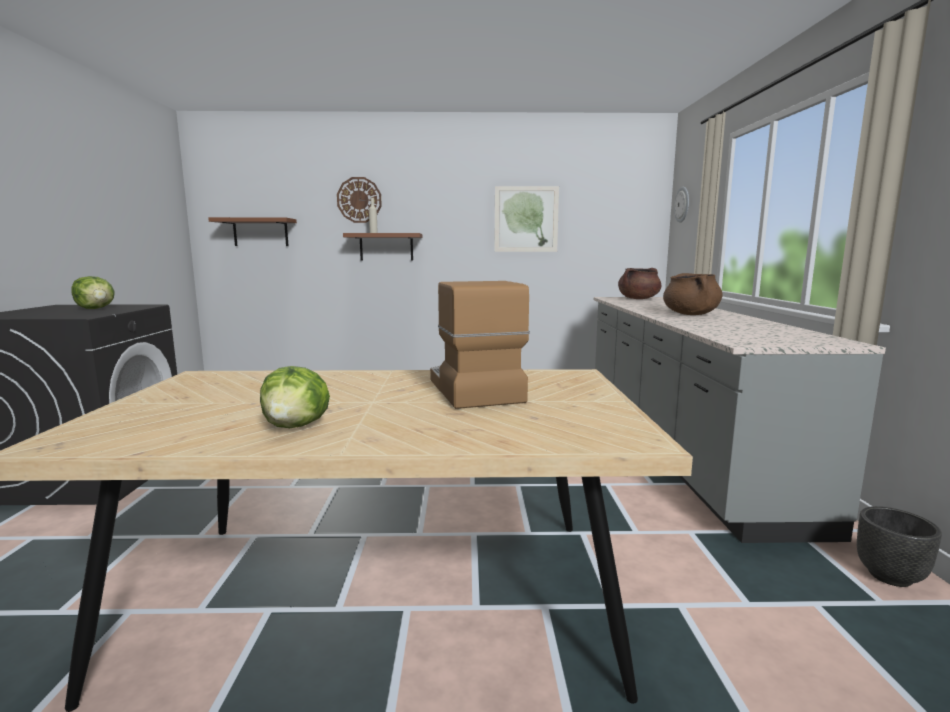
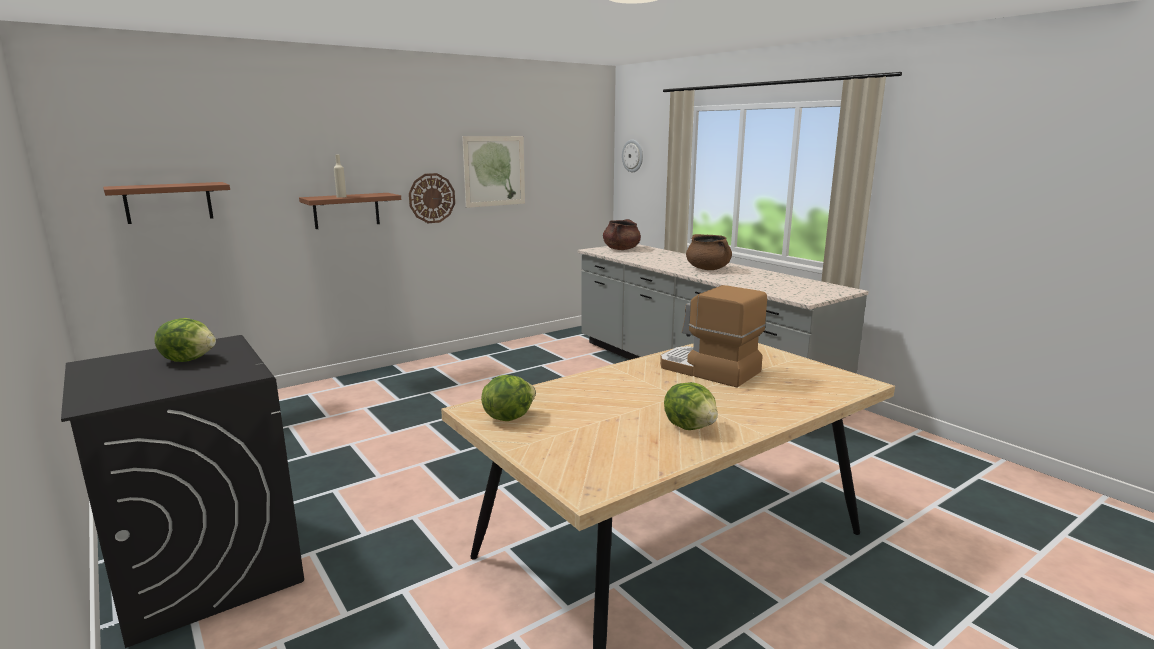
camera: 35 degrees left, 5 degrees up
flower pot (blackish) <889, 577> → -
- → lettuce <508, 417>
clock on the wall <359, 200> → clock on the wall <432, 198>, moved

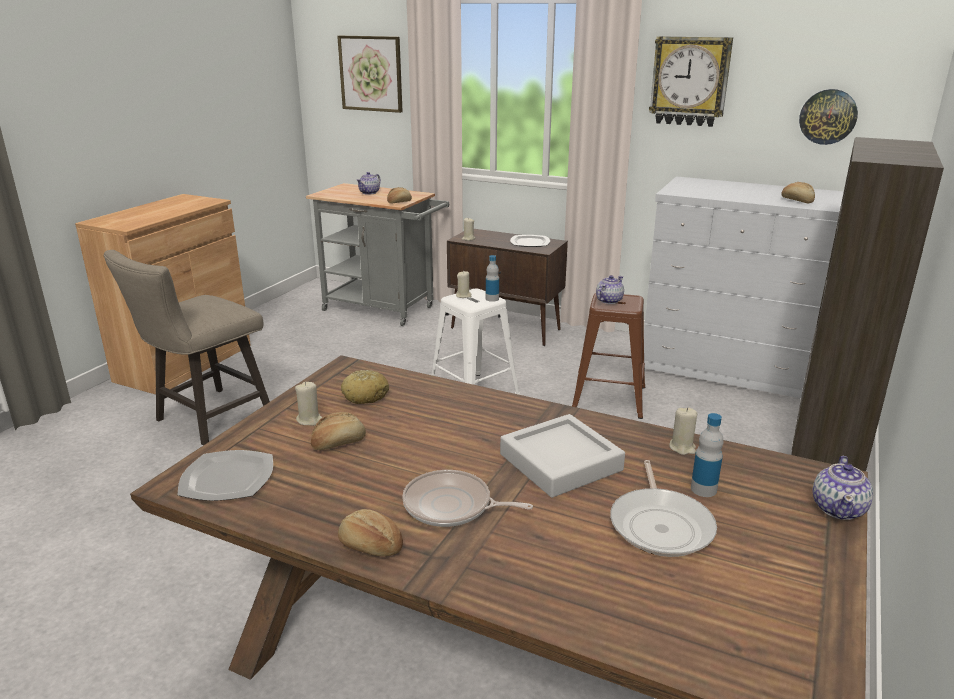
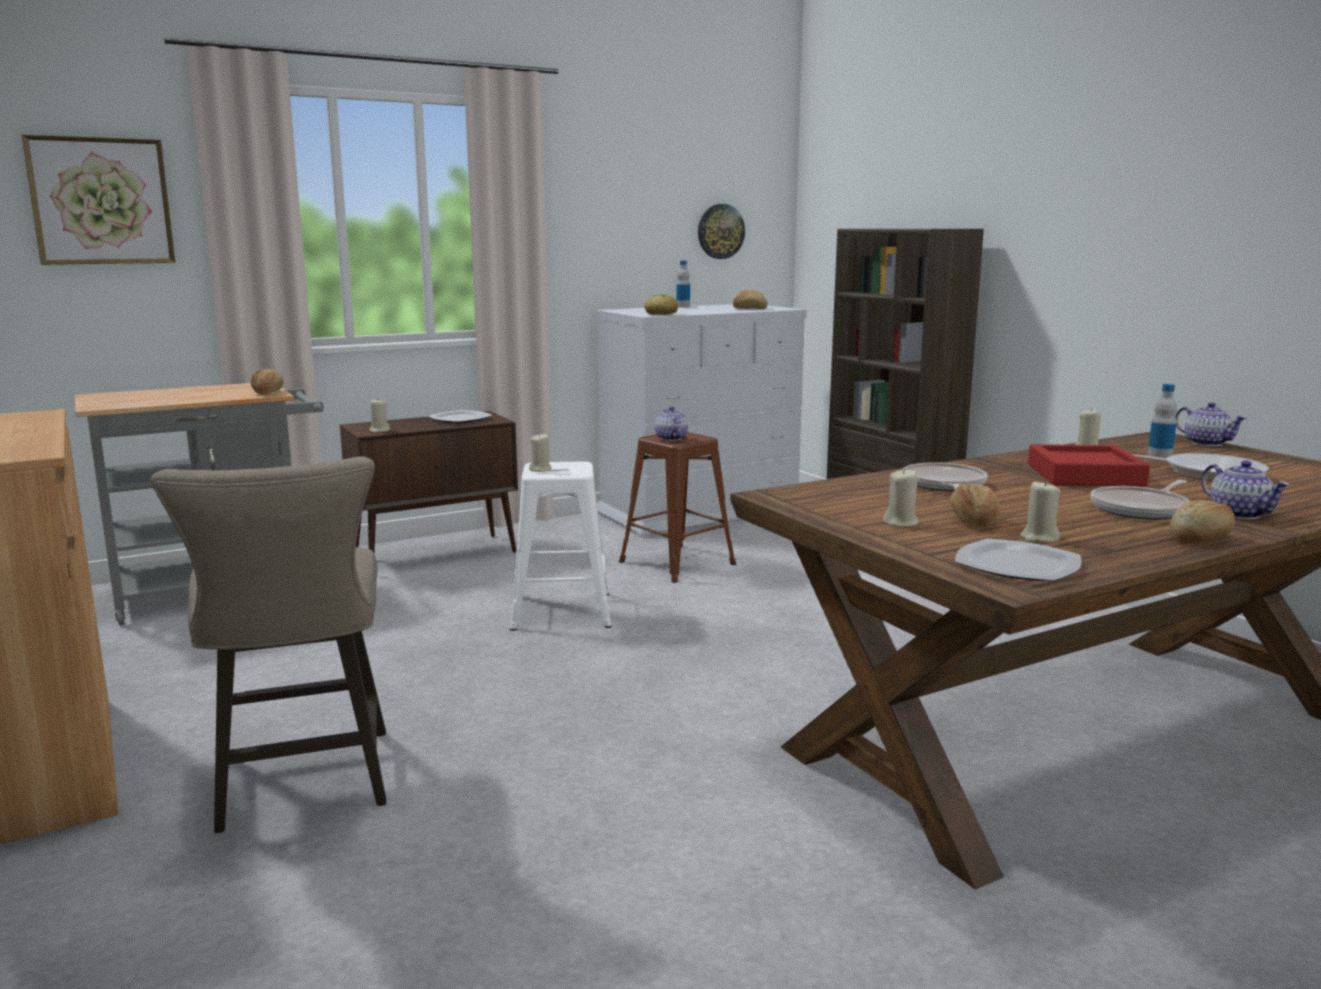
camera: 55 degrees left, 10 degrees down
clock on the wall <689, 81> → -
- → skillet <943, 485>
- → wax candle (sand-coloured) <1039, 538>
bread <365, 396> → bread <660, 313>, moved
teapot <369, 192> → teapot <1239, 514>, moved
bottle <492, 299> → bottle <683, 307>, moved
carrying tray (greyish) <560, 462> → carrying tray (reddish) <1085, 475>

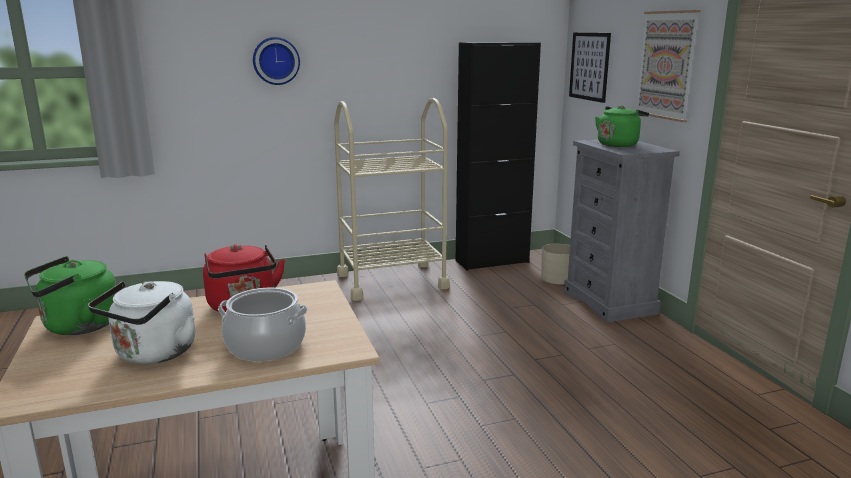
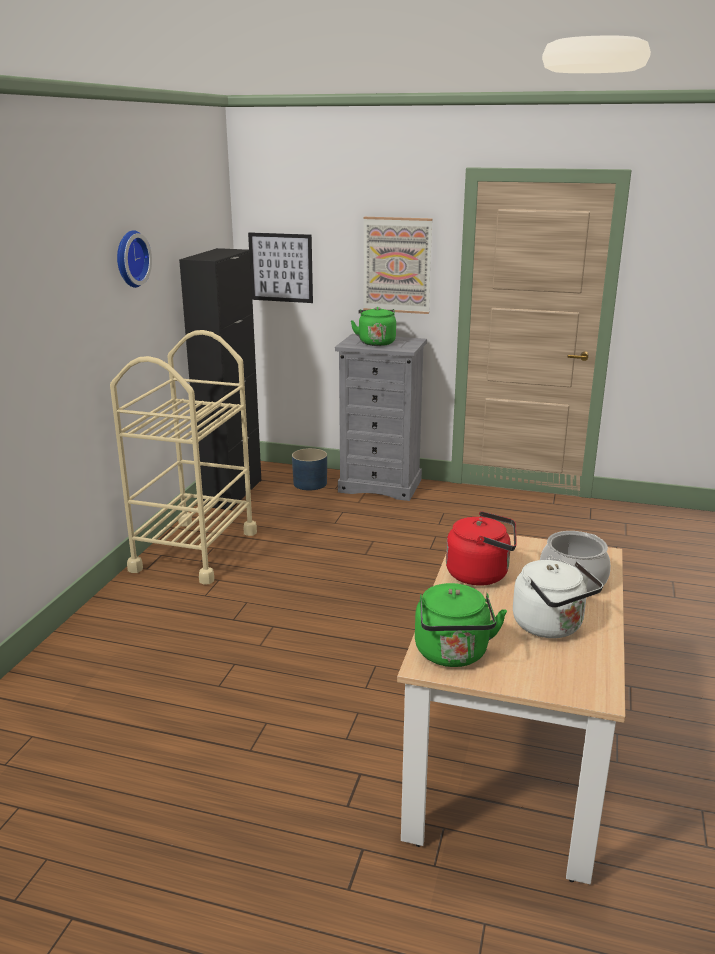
camera: 55 degrees left, 5 degrees up
clock on the wall <276, 61> → clock on the wall <129, 259>, moved
flower pot (sand-coloured) <558, 278> → flower pot (blue) <310, 483>

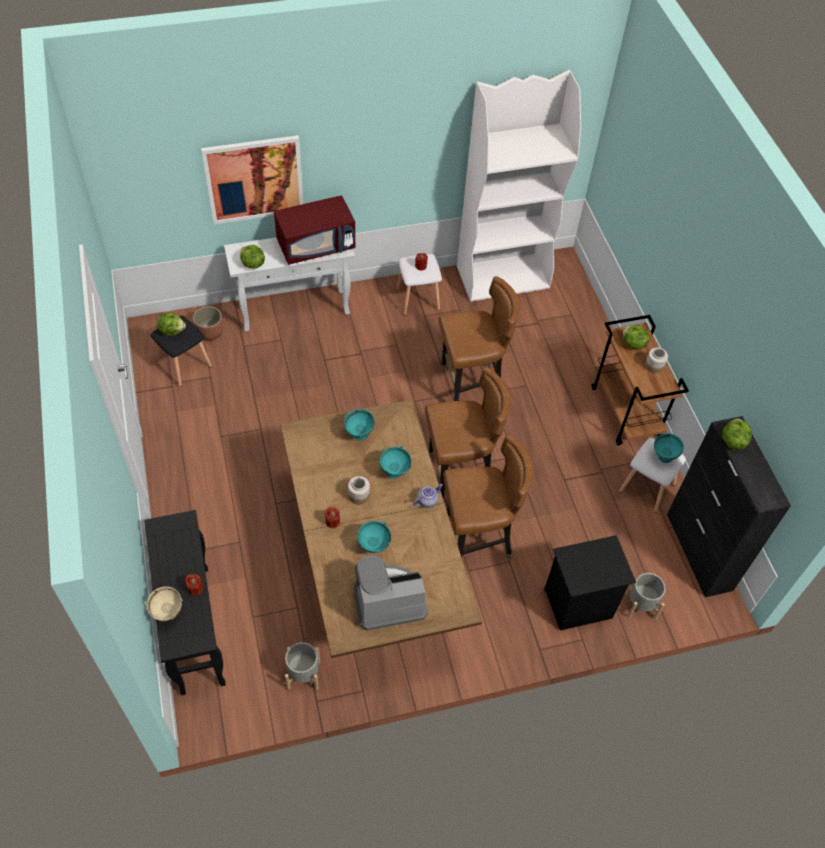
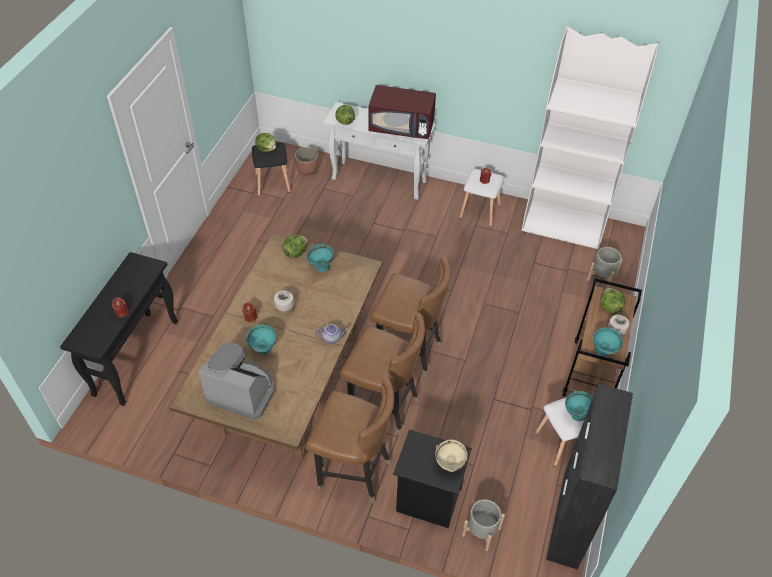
camera: 35 degrees right, 5 degrees down
wall picture <254, 179> → -
serving bowl (sand-coloured) <169, 614> → serving bowl (sand-coloured) <450, 466>, moved
flower pot (greyish) <303, 674> → flower pot (greyish) <601, 277>, moved
serving bowl (turquoise-coloured) <395, 473> → serving bowl (turquoise-coloured) <603, 352>, moved
plain chair (brown) <470, 386> → plain chair (brown) <354, 473>, moved
lettuce <732, 441> → lettuce <295, 252>, moved

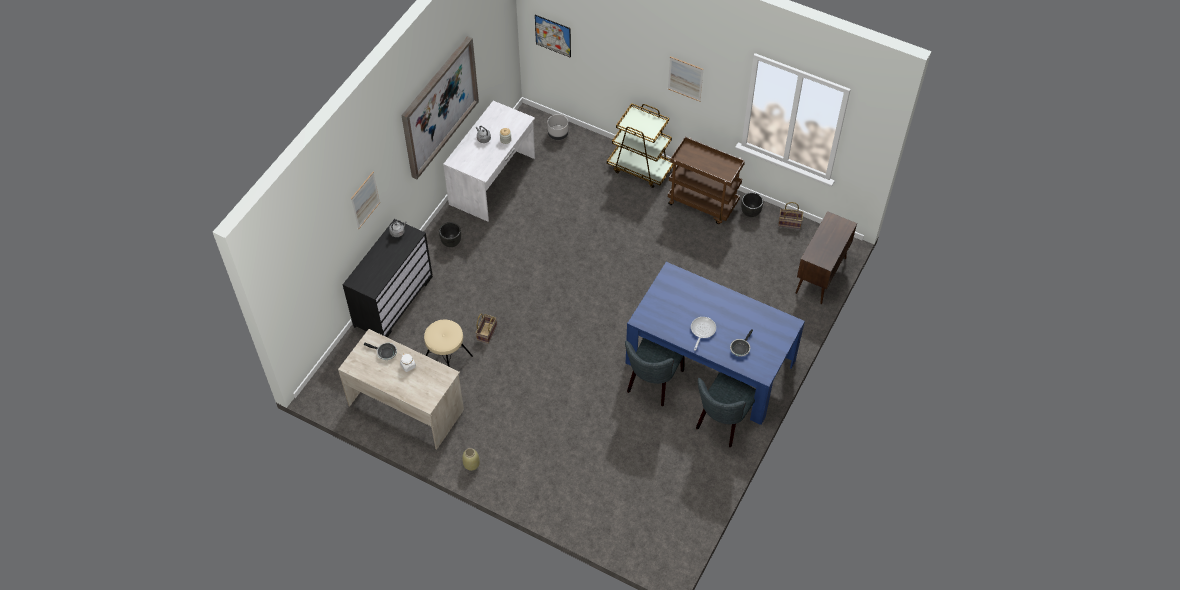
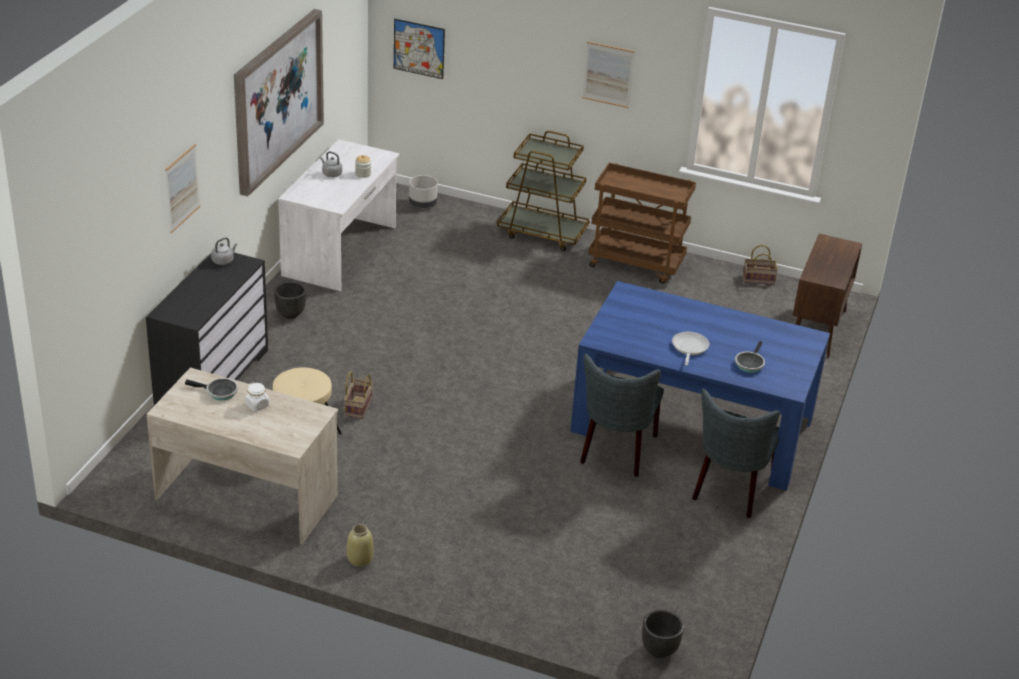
camera: 10 degrees left, 20 degrees down
flower pot (blackish) <751, 213> → flower pot (blackish) <659, 650>, moved

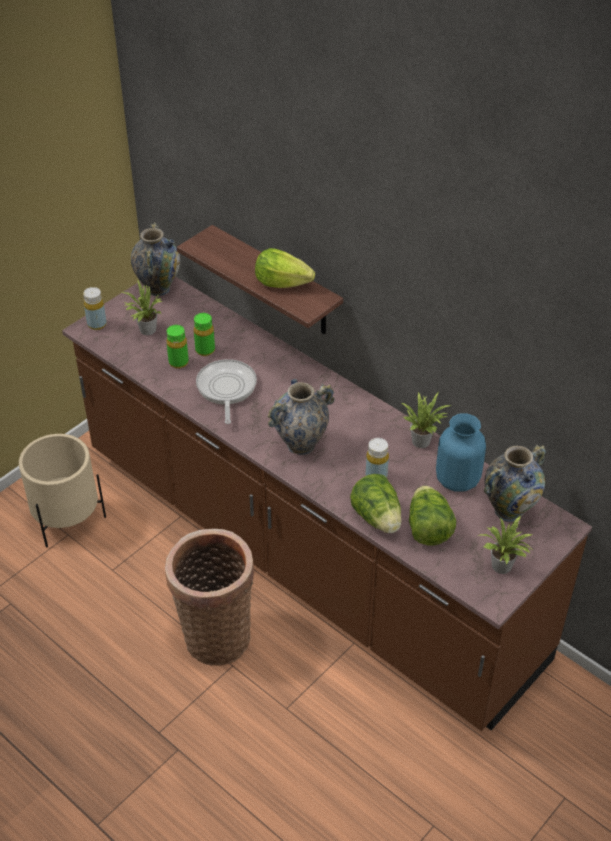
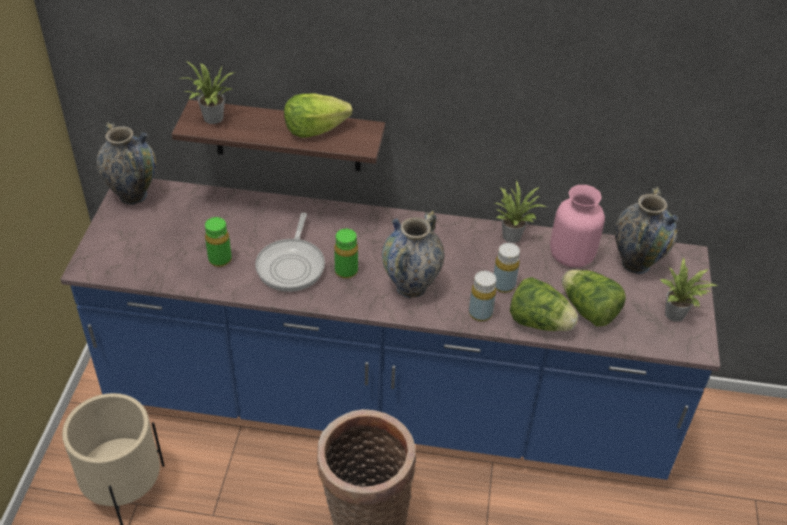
camera: 35 degrees left, 0 degrees up
bottle (yellow) <97, 324> → bottle (yellow) <480, 313>, moved
houseplant <145, 330> → houseplant <211, 119>, moved
bottle (green-coloured) <205, 350> → bottle (green-coloured) <346, 271>, moved
kitchen counter (brown) <305, 555> → kitchen counter (blue) <387, 404>
flower vase (blue) <457, 479> → flower vase (pinkish) <571, 255>
skillet <226, 389> → skillet <292, 265>, 135 degrees counterclockwise

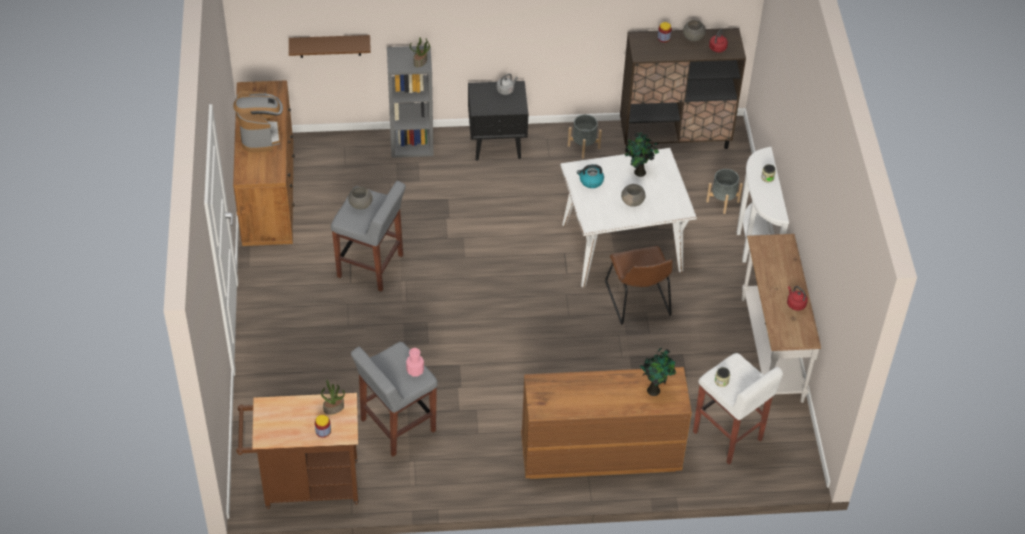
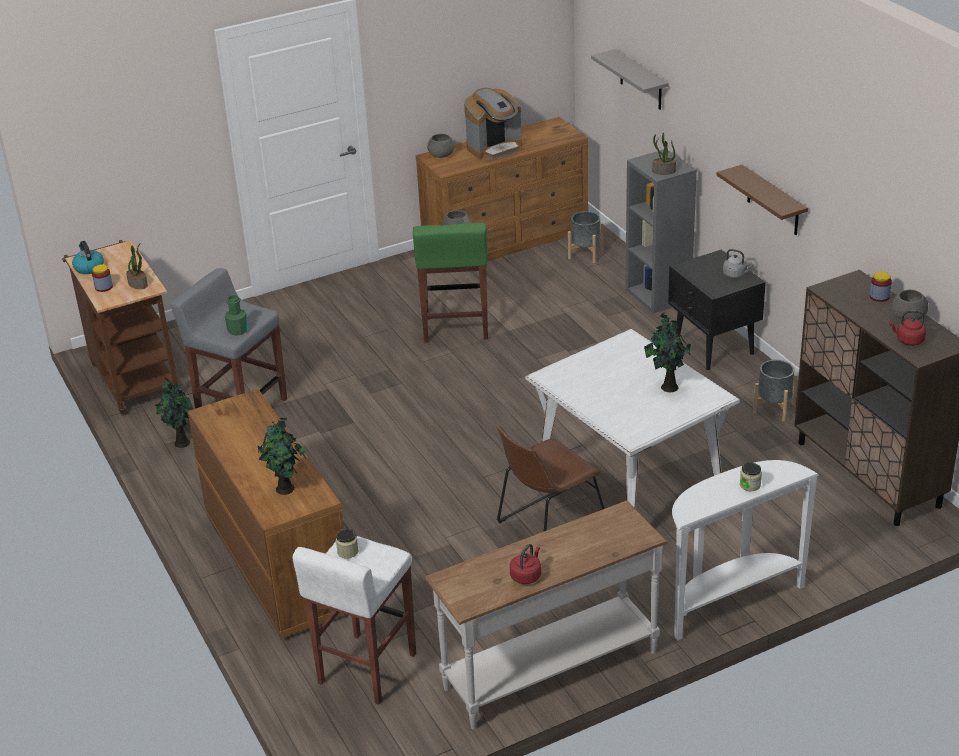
camera: 70 degrees right, 15 degrees down
- → houseplant <181, 442>
- → bracket shelf (greyish) <641, 81>
bracket shelf (brown) <330, 46> → bracket shelf (brown) <773, 201>, moved
water kettle <591, 181> → water kettle <89, 267>, moved
serving bowl (greyish) <633, 201> → serving bowl (greyish) <441, 155>, moved
flower pot (greyish) <722, 201> → flower pot (greyish) <585, 254>, moved
sitting stool (greyish) <371, 266> → sitting stool (green-coloured) <455, 326>
bottle (pinkish) <415, 370> → bottle (green-coloured) <238, 330>

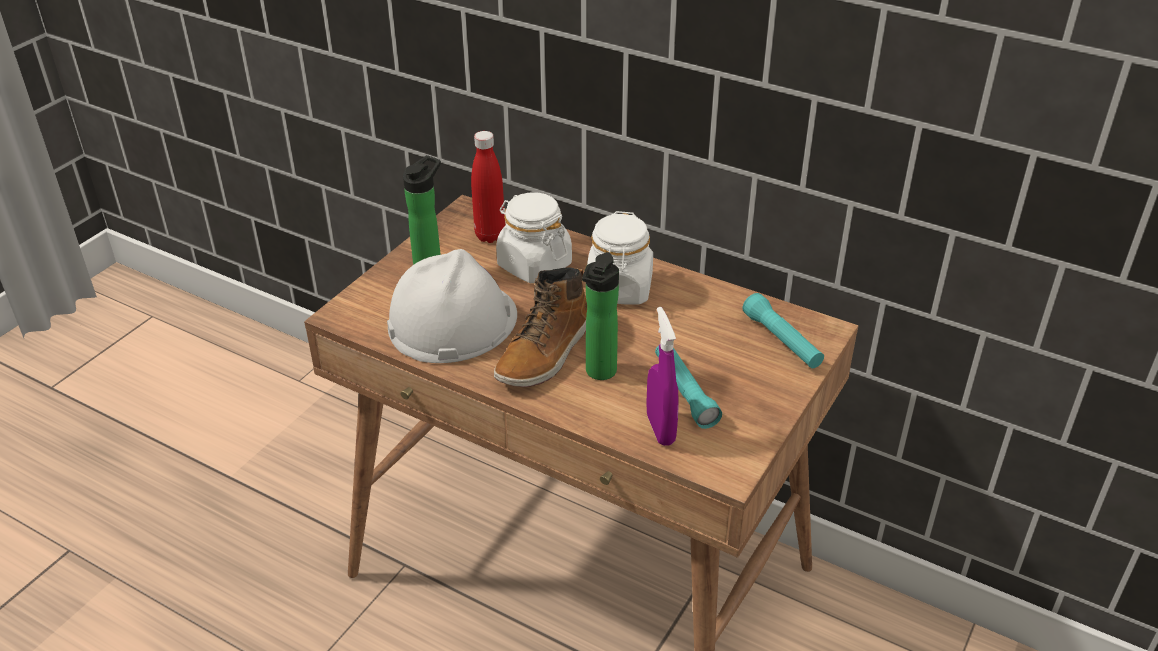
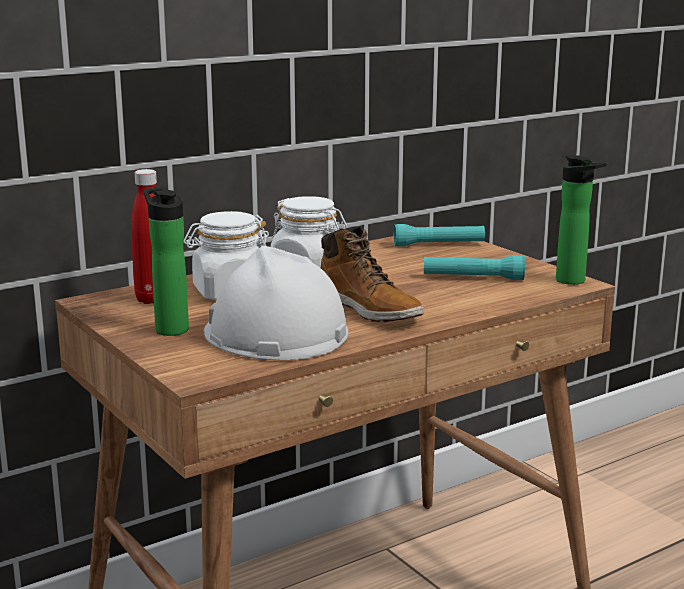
camera: 65 degrees left, 20 degrees down
sprayer (purple) <660, 429> → -
bottle <599, 373> → bottle <574, 281>, moved

